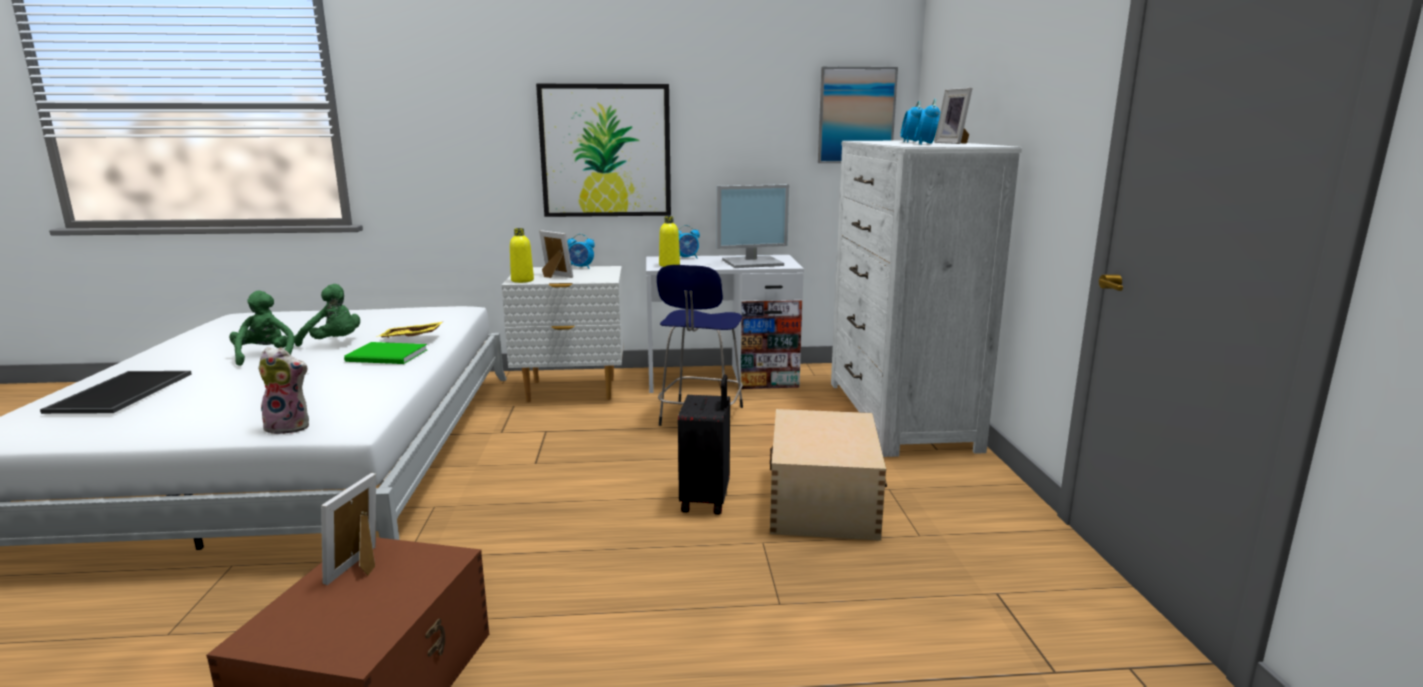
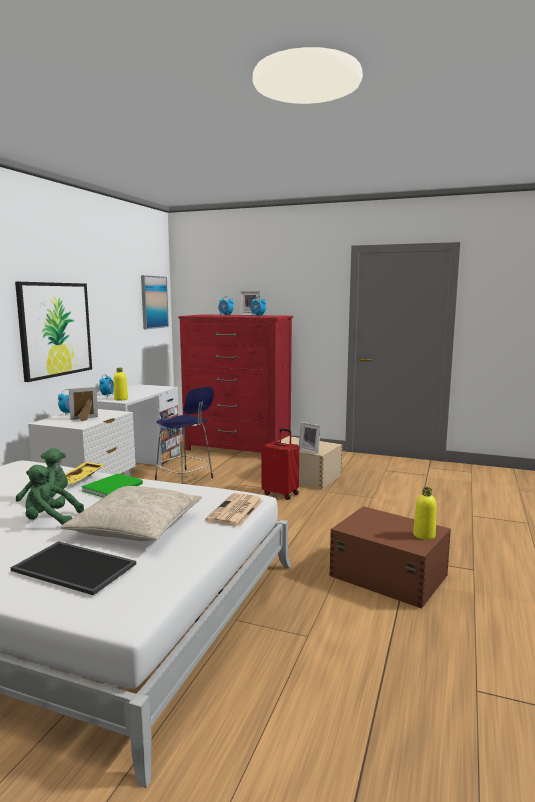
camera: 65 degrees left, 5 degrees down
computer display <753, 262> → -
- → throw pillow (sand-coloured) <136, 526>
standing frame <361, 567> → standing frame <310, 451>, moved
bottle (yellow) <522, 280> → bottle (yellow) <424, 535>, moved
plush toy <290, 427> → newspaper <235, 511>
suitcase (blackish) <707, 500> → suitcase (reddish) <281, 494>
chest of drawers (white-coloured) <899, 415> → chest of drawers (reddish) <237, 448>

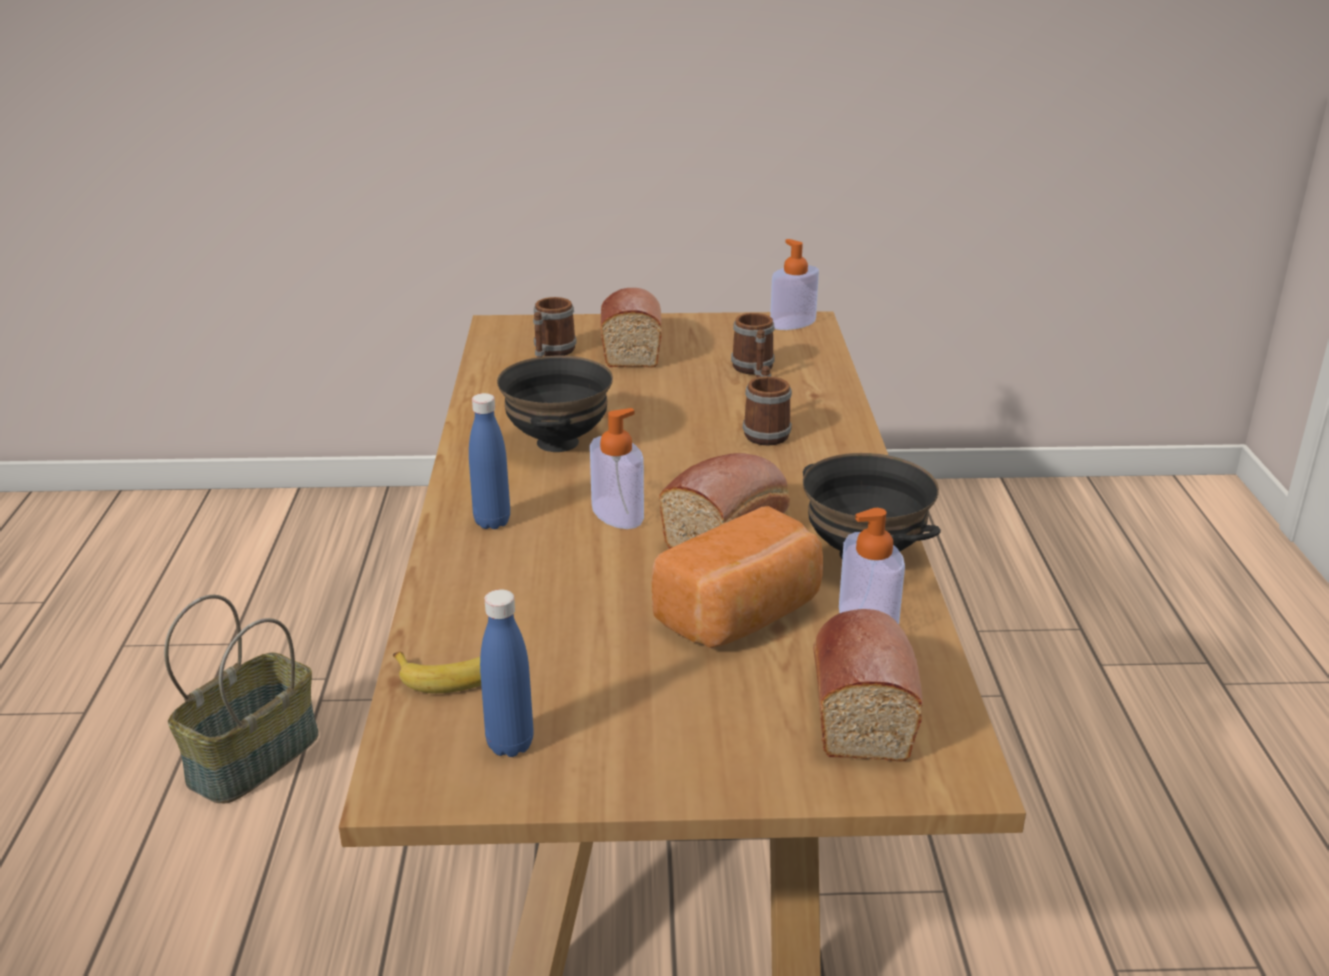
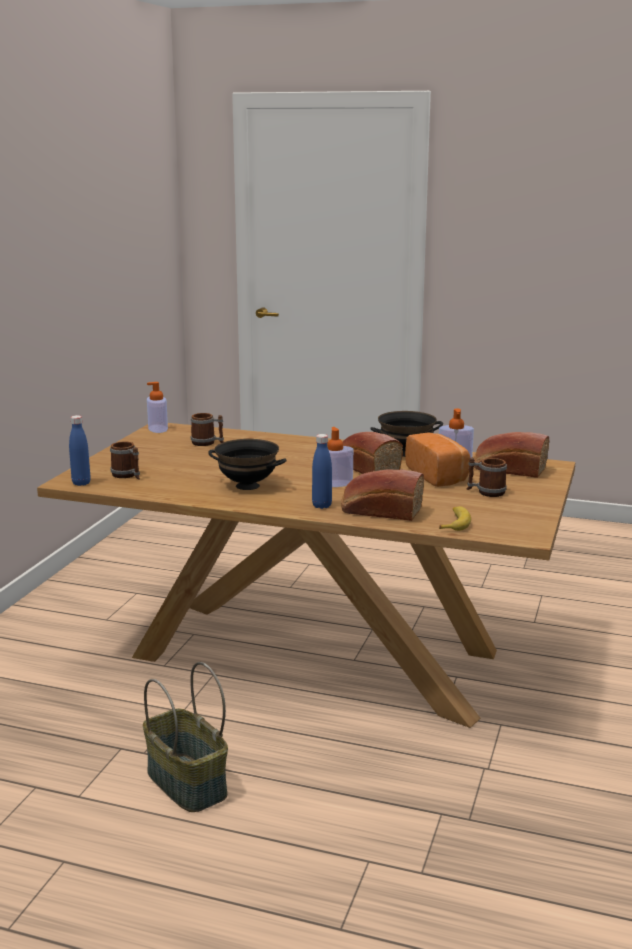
camera: 70 degrees left, 10 degrees down
bottle (blue) <510, 744> → bottle (blue) <81, 483>, moved
bread <631, 346> → bread <380, 511>, moved
tea mug <765, 431> → tea mug <486, 492>, moved

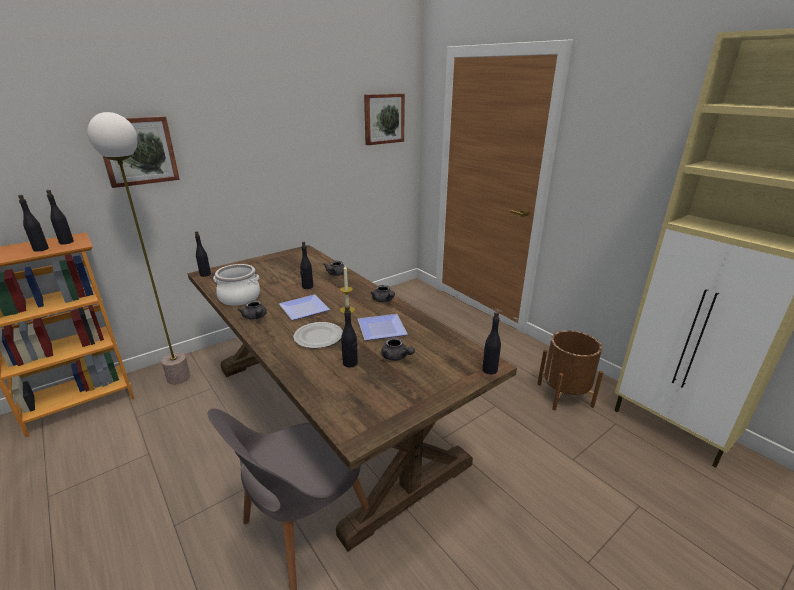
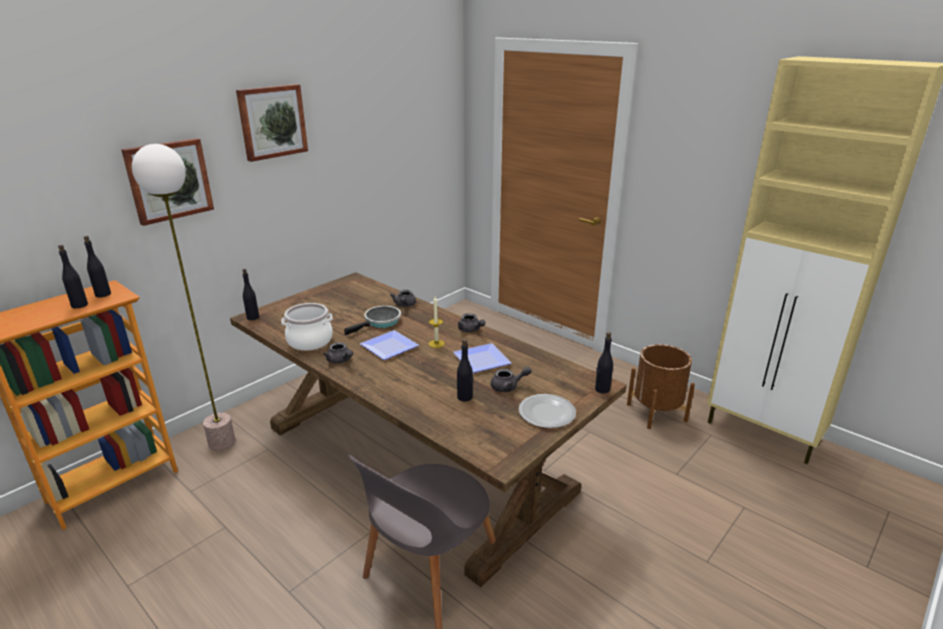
camera: 10 degrees left, 0 degrees up
plate <319, 337> → plate <547, 413>, moved
wall picture <383, 119> → wall picture <272, 122>, moved
bottle (blackish) <307, 287> → skillet <380, 322>
teapot (greyish) <396, 357> → teapot (greyish) <508, 387>, 45 degrees counterclockwise

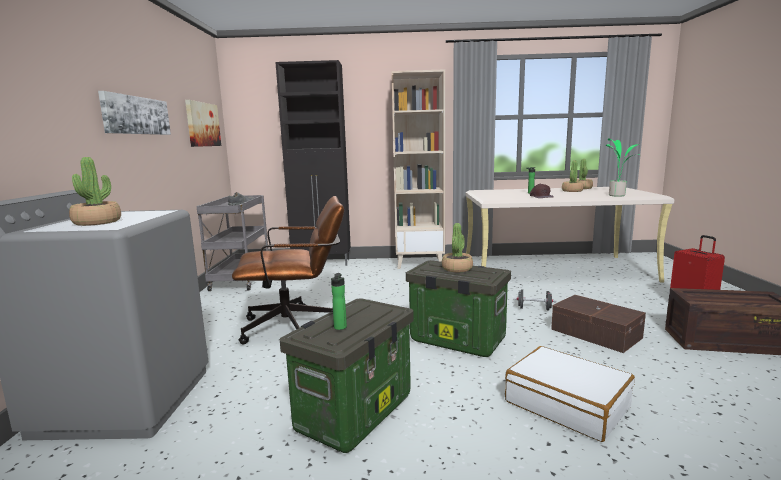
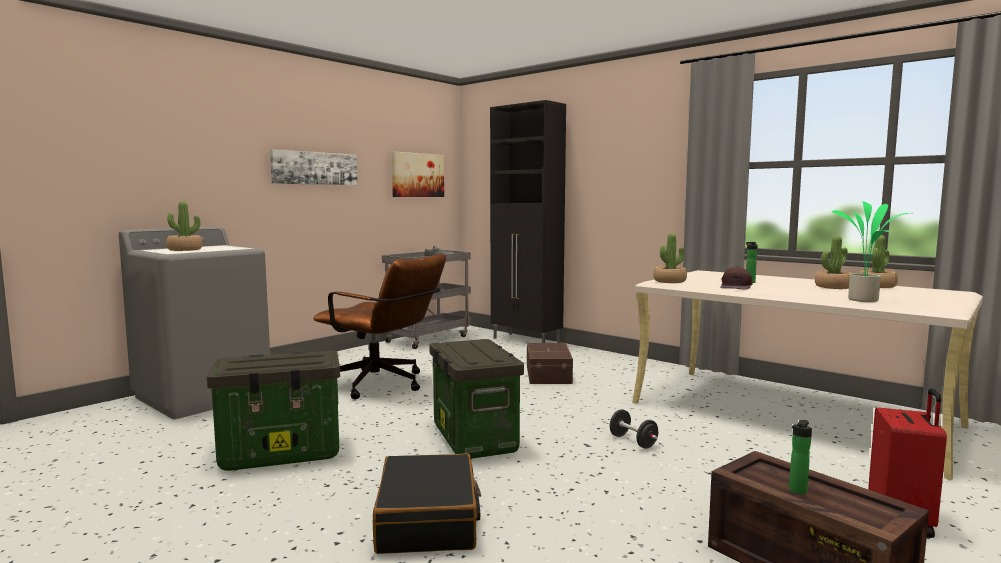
camera: 40 degrees right, 5 degrees down
bookcase (sand-coloured) <419, 263> → -
bottle <339, 328> → bottle <797, 492>, moved
houseplant <457, 268> → houseplant <669, 281>, moved
storage container (brown) <595, 333> → storage container (brown) <549, 374>, moved
suitcase (white-coloured) <567, 404> → suitcase (blackish) <428, 520>

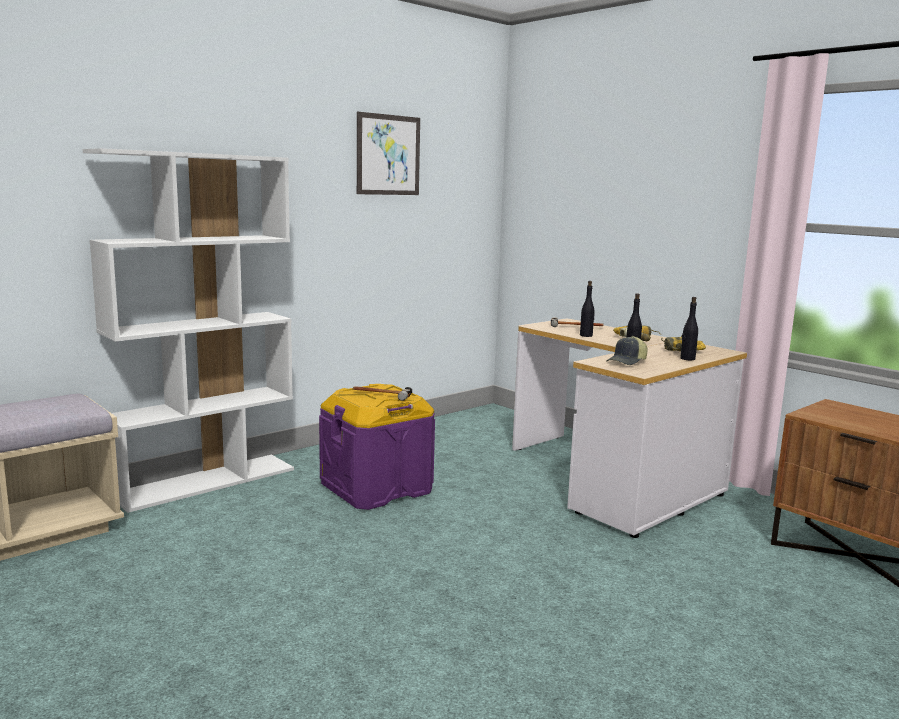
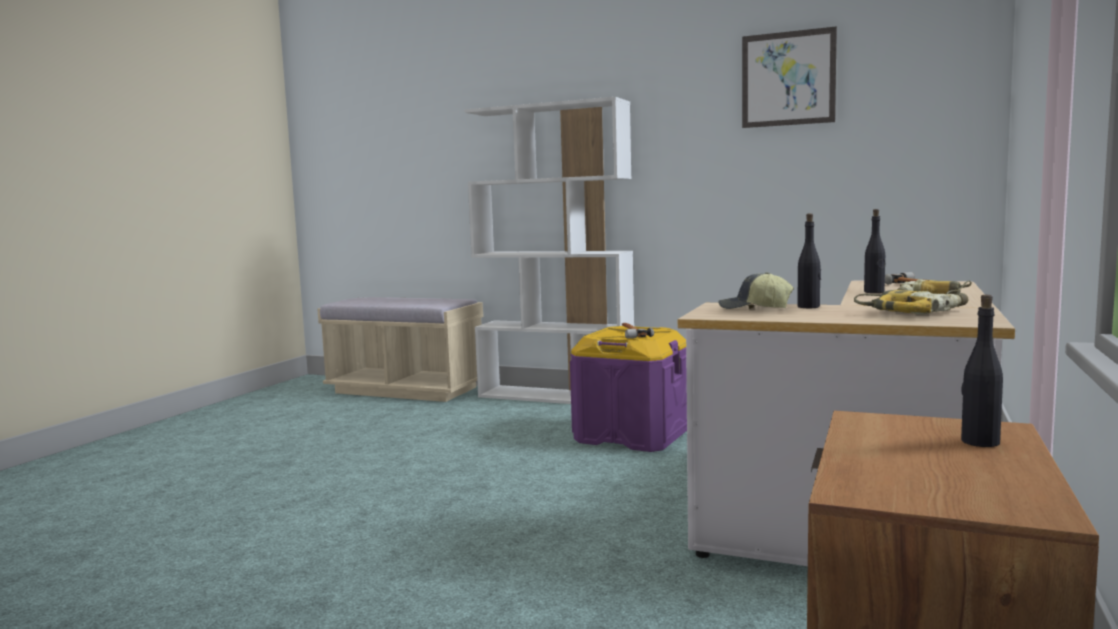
camera: 65 degrees right, 5 degrees down
bottle (blackish) <687, 358> → bottle (blackish) <979, 442>, moved

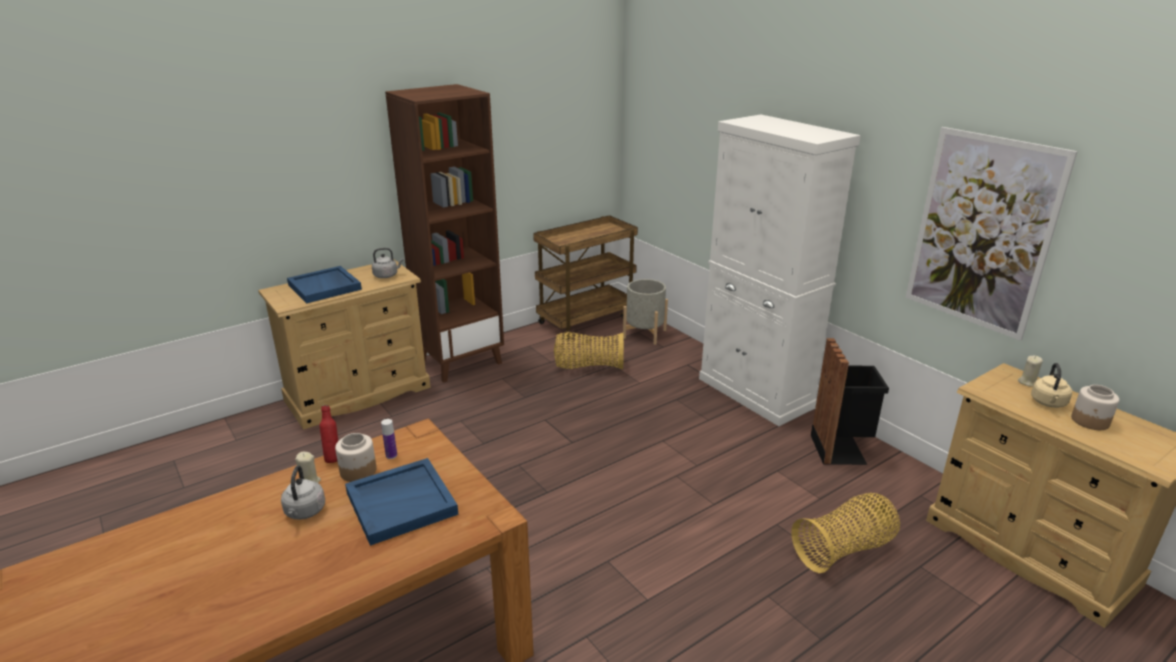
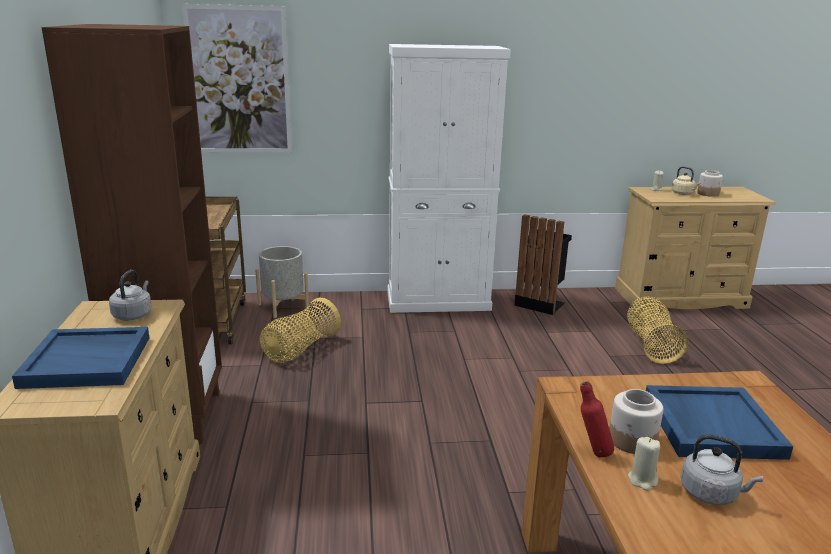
camera: 60 degrees left, 5 degrees down
bottle <391, 455> → -
wall picture <982, 232> → wall picture <239, 81>, moved

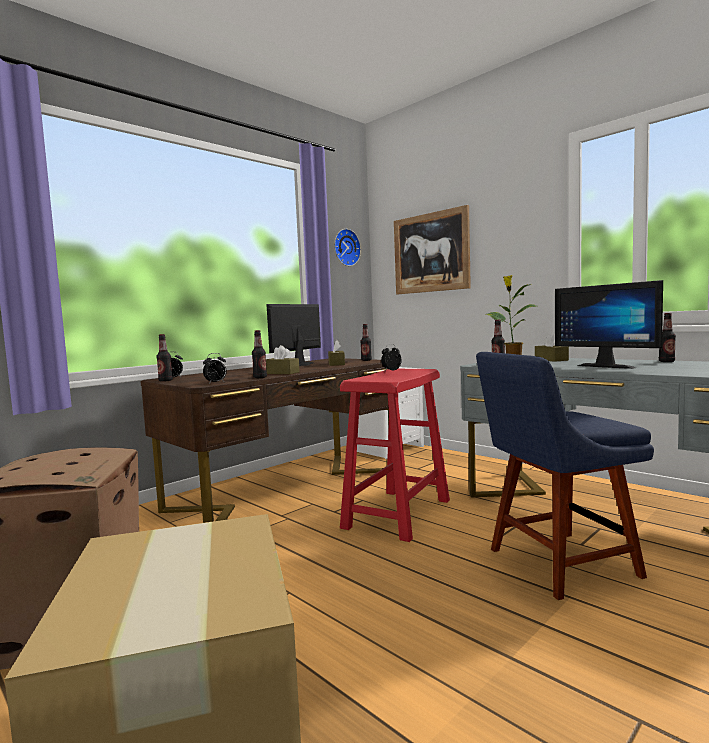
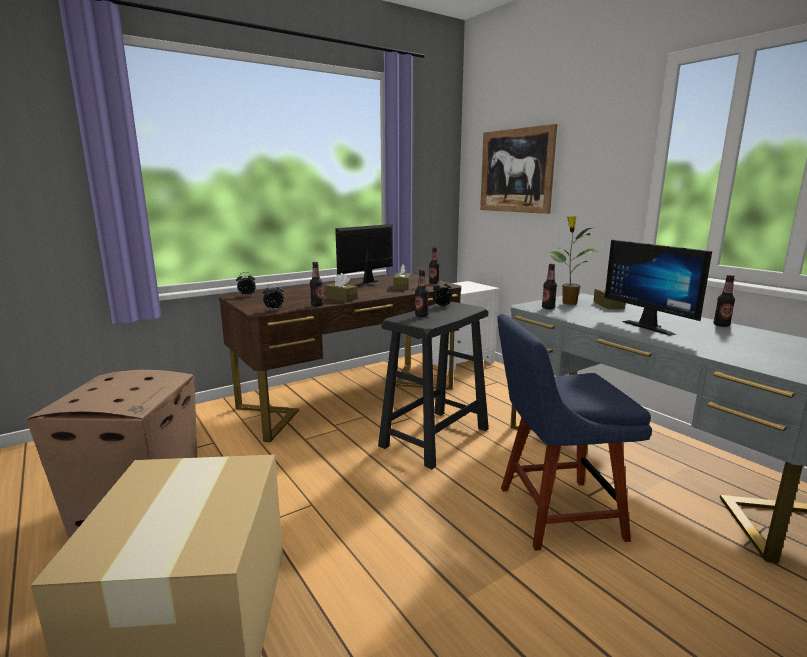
camera: 10 degrees right, 10 degrees up
clock on the wall <345, 247> → -
bottle <165, 380> → bottle <421, 315>, moved
sitting stool (reddish) <397, 514> → sitting stool (blackish) <434, 437>

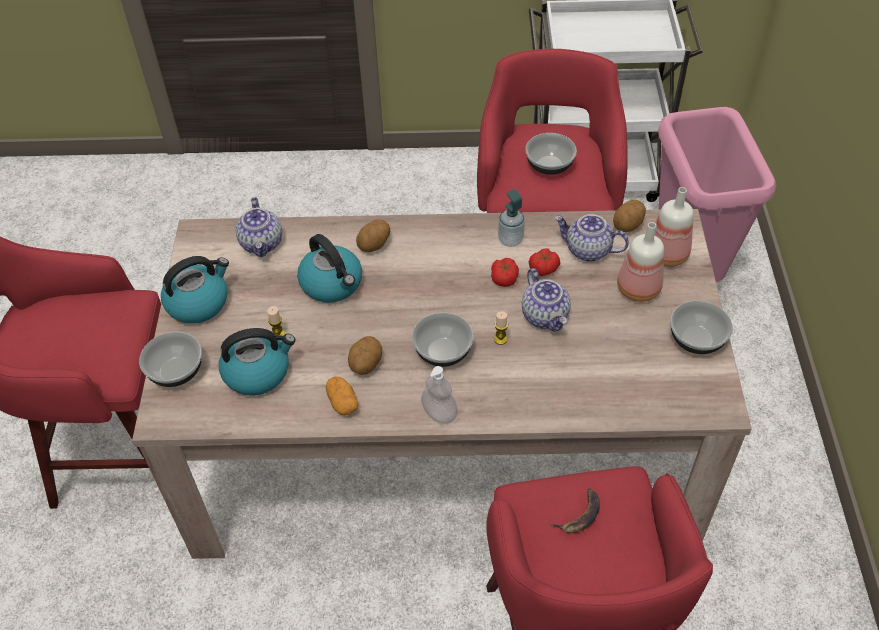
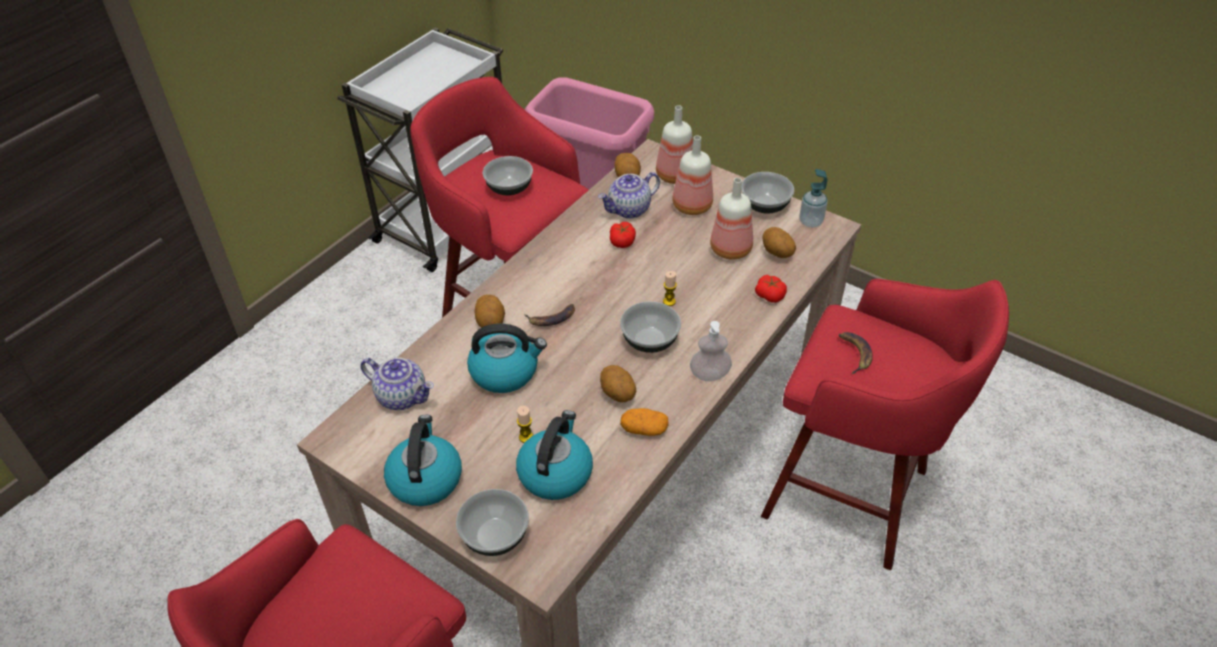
camera: 55 degrees left, 5 degrees down
teapot <545, 316> → -
- → banana <552, 318>
- → bottle <732, 249>
- → potato <776, 253>
tomato <504, 278> → tomato <770, 295>, moved
soap bottle <510, 240> → soap bottle <810, 222>, moved

